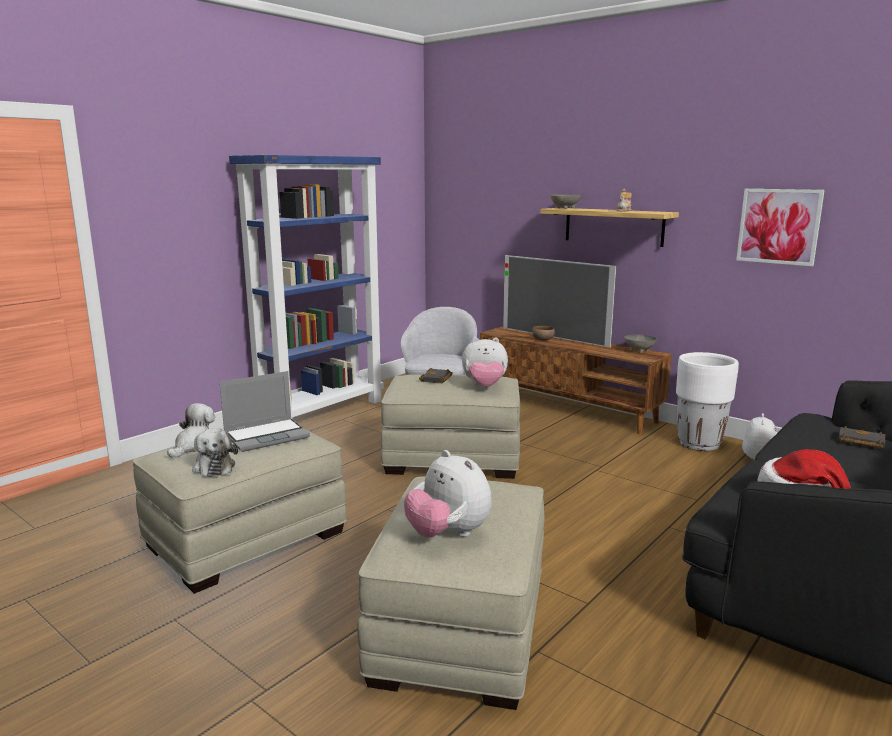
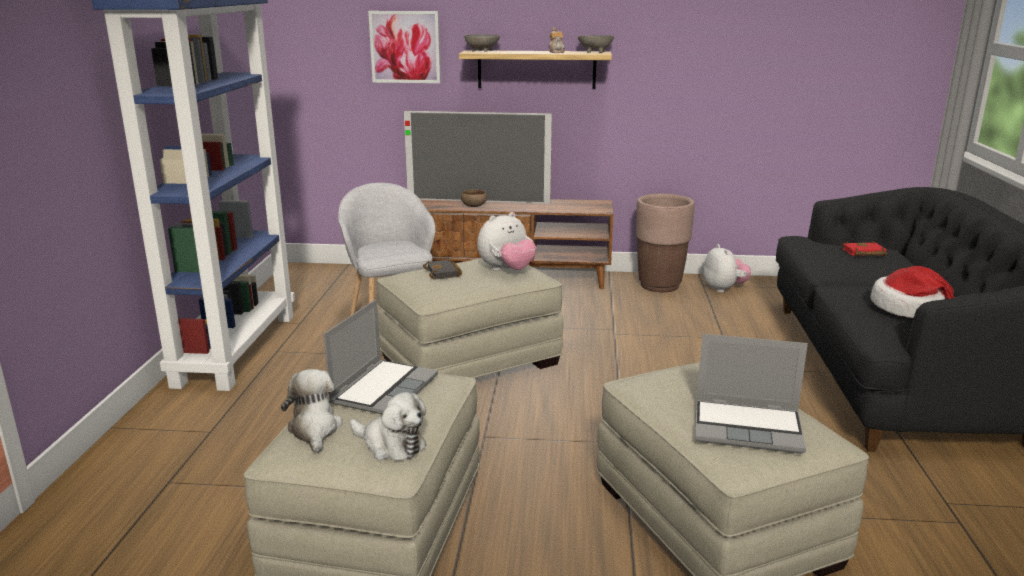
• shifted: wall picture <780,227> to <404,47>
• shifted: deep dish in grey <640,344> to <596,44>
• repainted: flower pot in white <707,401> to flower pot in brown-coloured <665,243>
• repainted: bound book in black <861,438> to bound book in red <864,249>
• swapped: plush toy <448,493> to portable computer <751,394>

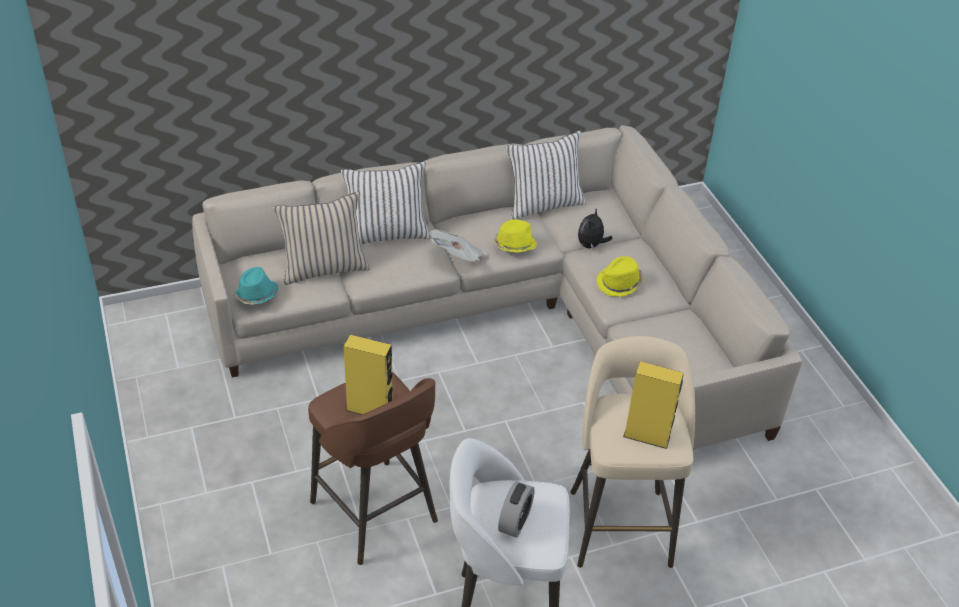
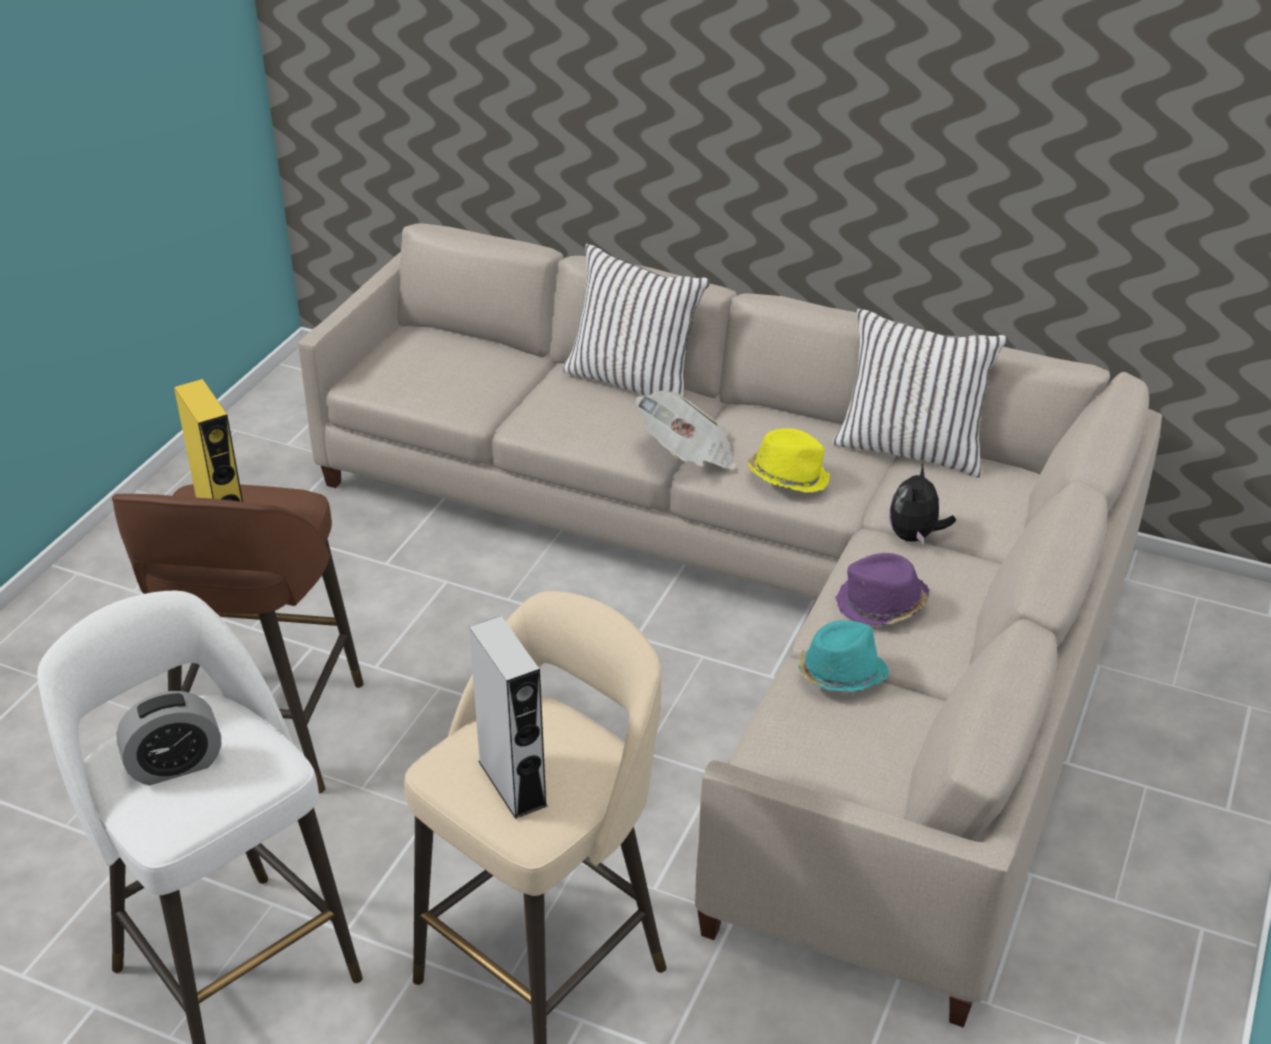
• gone: throw pillow in beige-coloured <321,238>
• rotated: plush toy <595,229> = <922,504> 45 degrees counterclockwise
• repainted: hat in yellowish <619,276> to hat in purple-coloured <882,589>
• shifted: hat in blue-green <256,286> to <844,656>
• repainted: audio speaker in yellowish <653,405> to audio speaker in grey <508,717>

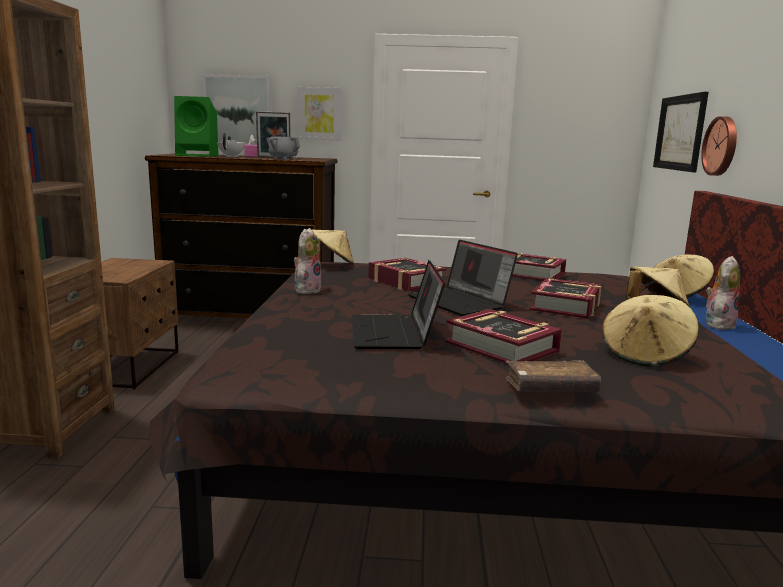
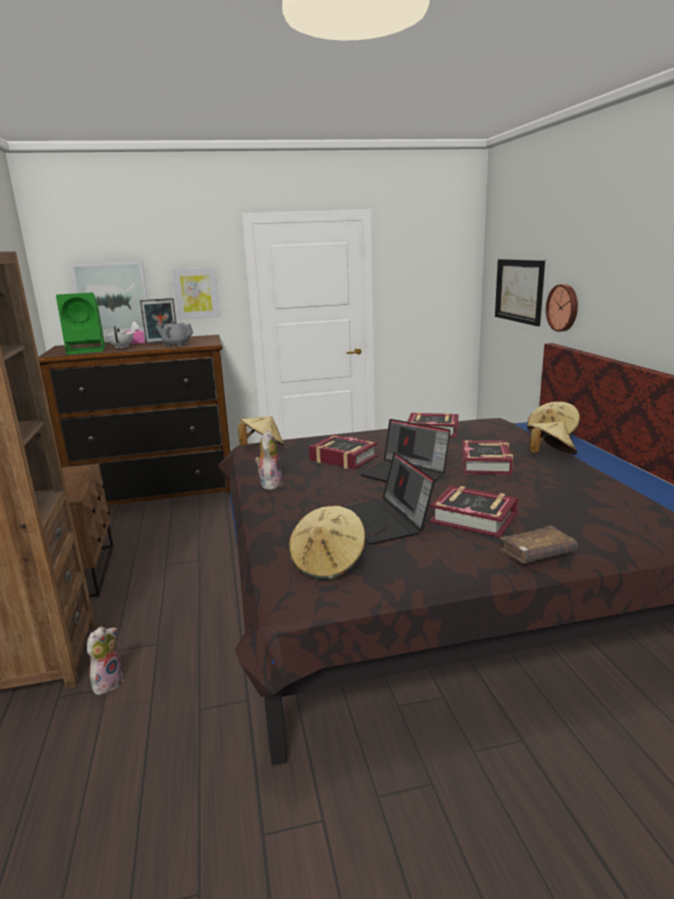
• shifted: plush toy <723,293> to <105,660>
• shifted: hat in beige-coloured <650,331> to <327,542>

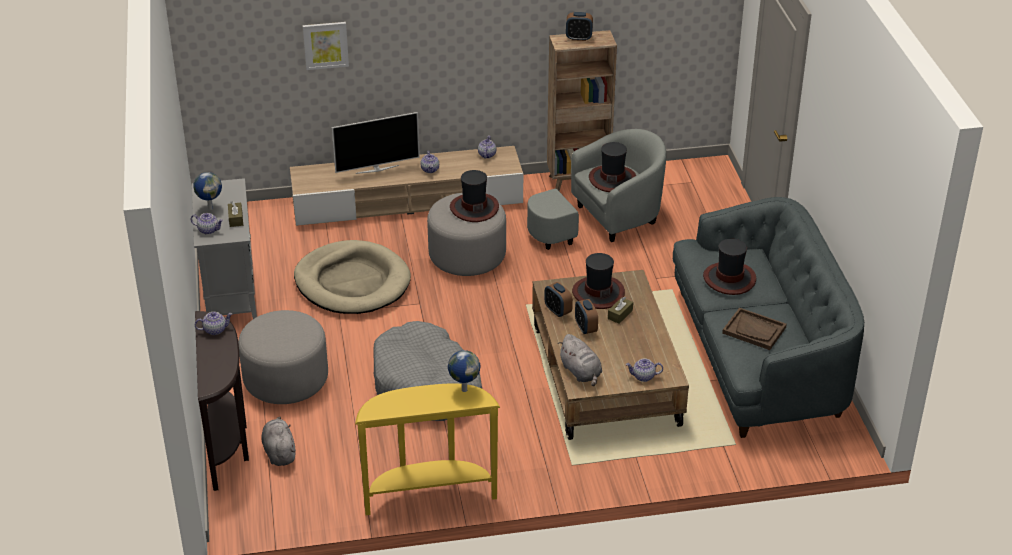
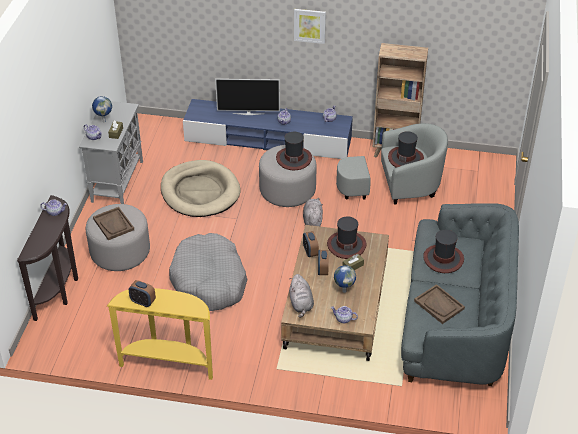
• shifted: alarm clock <579,26> to <142,293>
• shifted: wall picture <326,46> to <310,26>
• repainted: tv stand in beige-coloured <406,186> to tv stand in blue <268,129>
• shifted: desk globe <464,371> to <345,279>
• shifted: plush toy in grey <278,441> to <313,212>
• new: tray in brown-coloured <113,223>

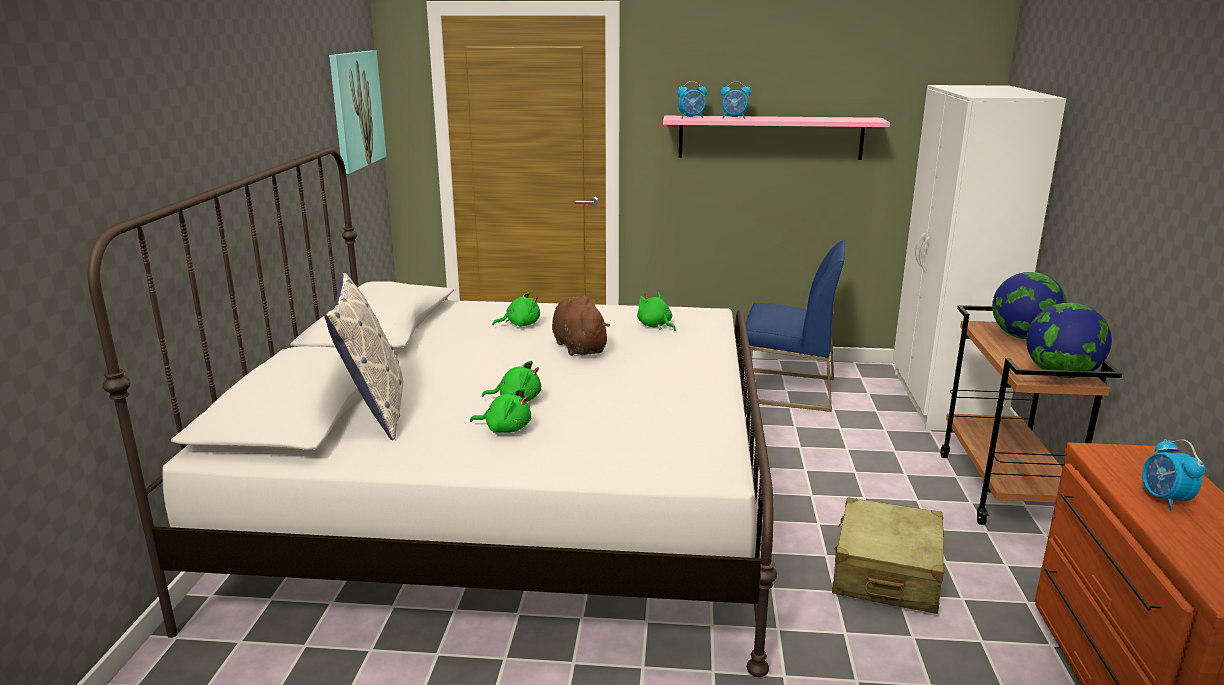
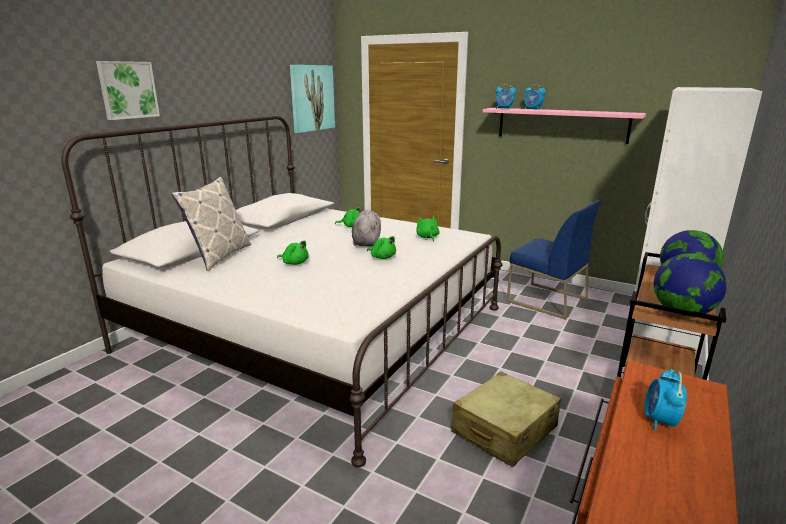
• repainted: plush toy in brown-coloured <581,326> to plush toy in grey <366,228>
• shifted: plush toy in greenish <500,410> to <381,247>
• new: wall picture <128,90>

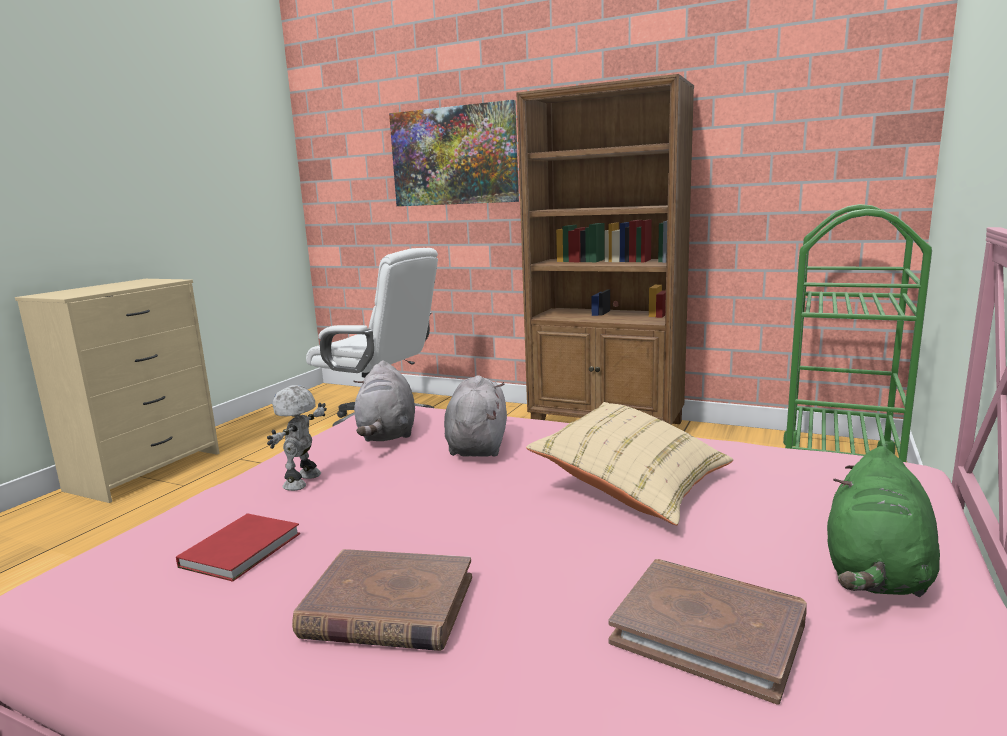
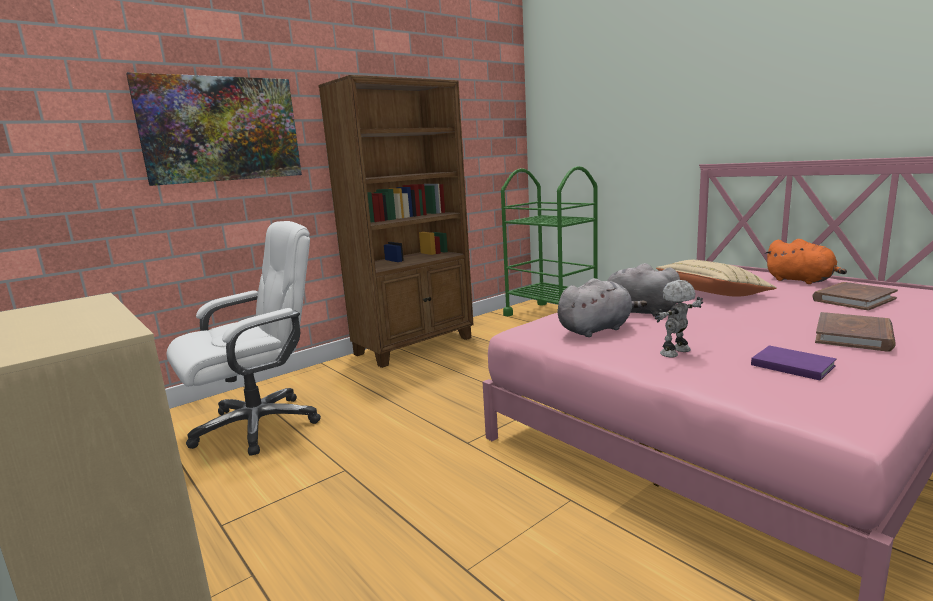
• rotated: plush toy in grey <384,401> = <602,307> 45 degrees counterclockwise
• rotated: toy robot <297,438> = <679,319> 105 degrees clockwise
• repainted: plush toy in greenish <883,521> to plush toy in orange <805,261>
• repainted: bound book in red <238,547> to bound book in purple-coloured <793,363>

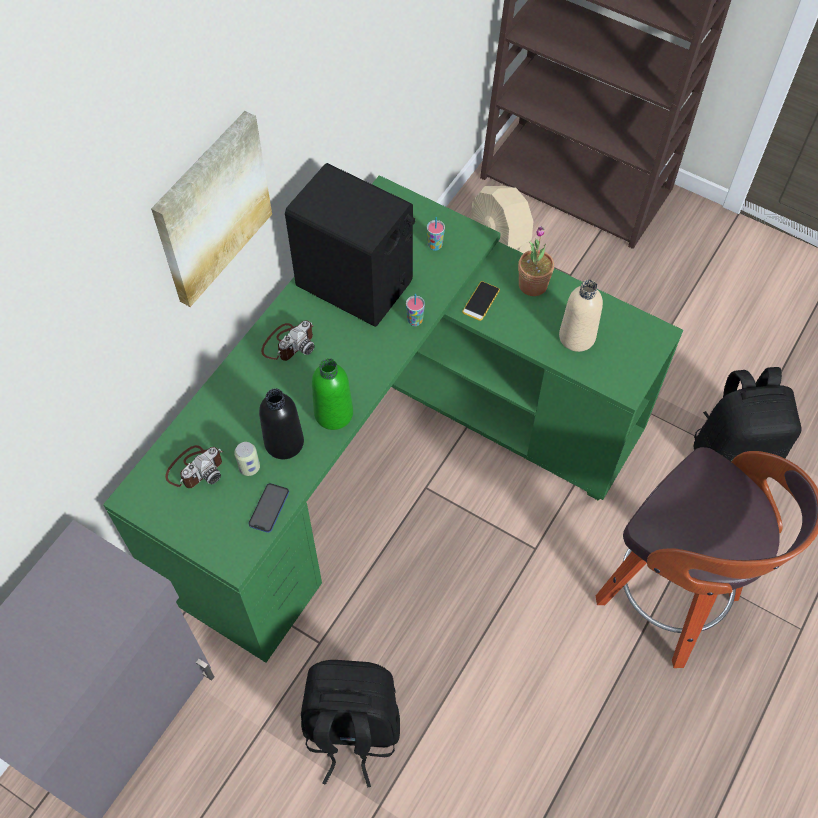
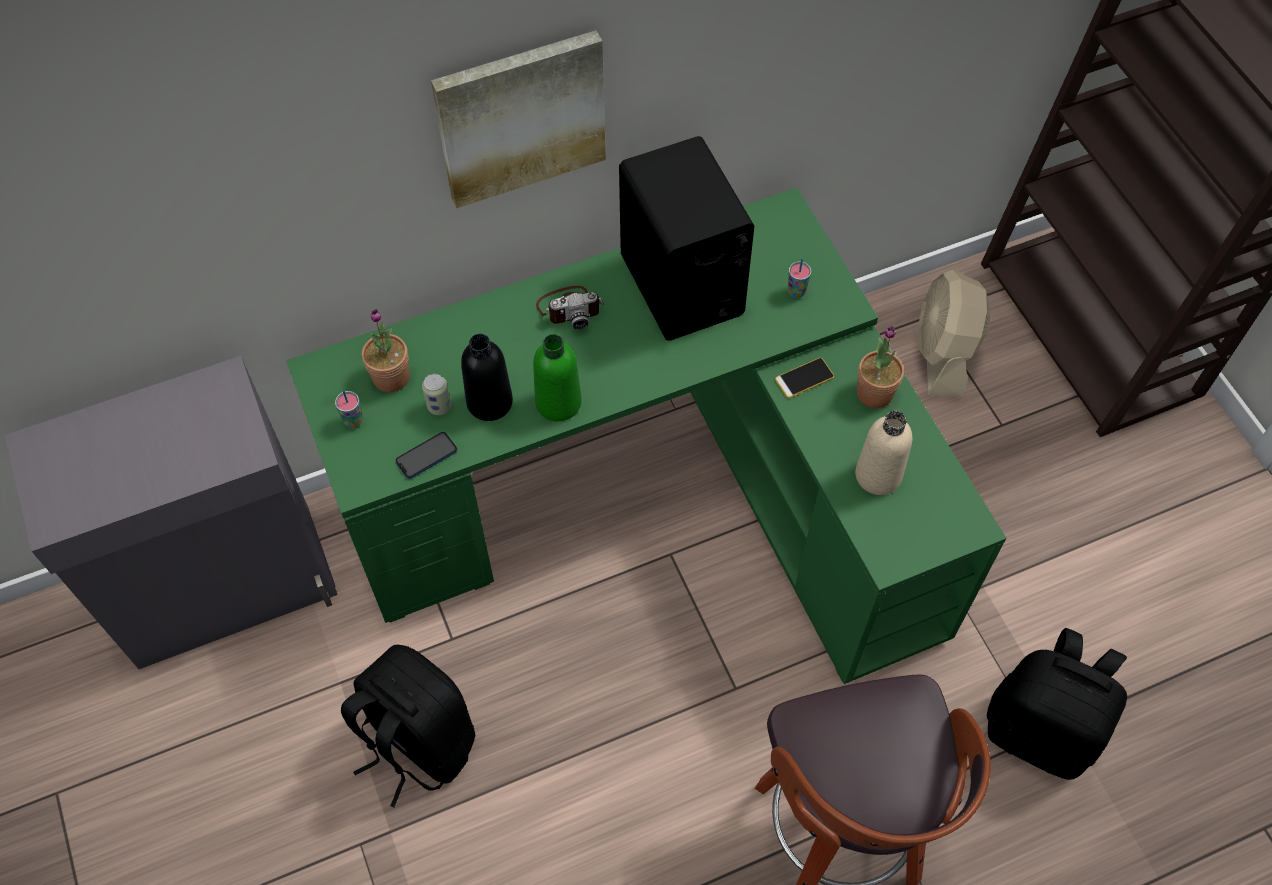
• shifted: cup <415,309> to <349,409>
• swapped: photo camera <194,466> to houseplant <386,350>

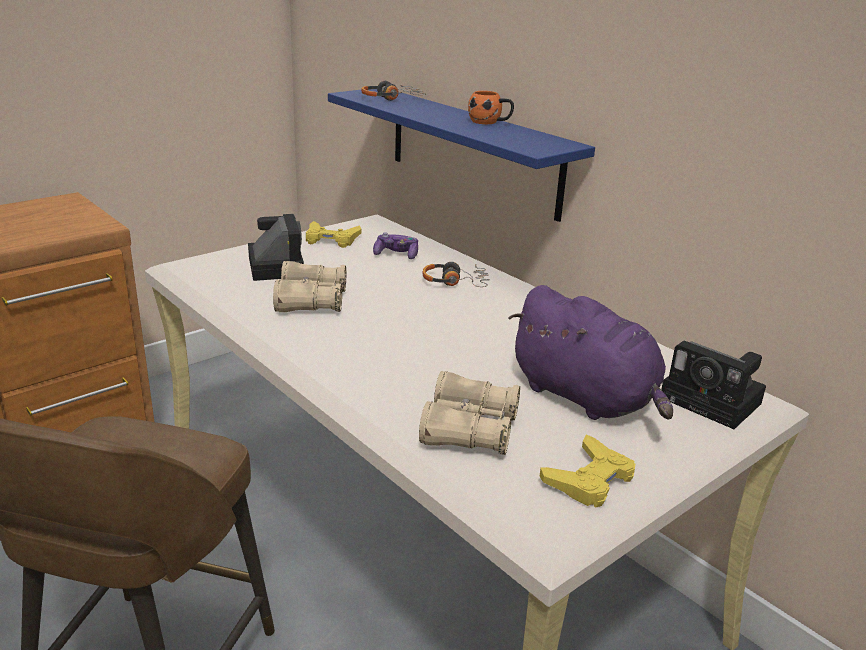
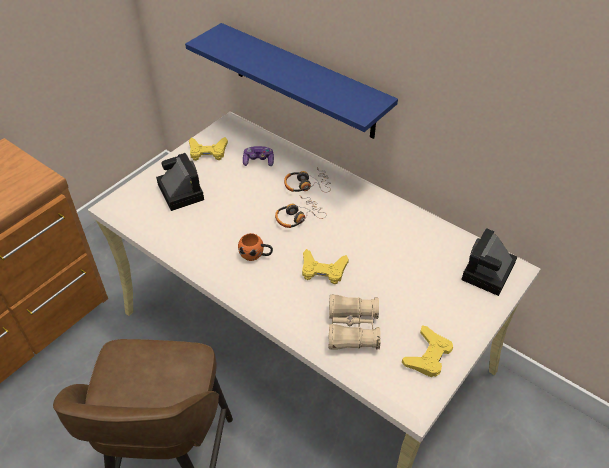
• shifted: headphones <393,91> to <301,212>
• shifted: mug in orange <491,107> to <255,247>
• gone: binoculars in beige-coloured <309,286>
• gone: plush toy in purple-coloured <590,352>
• rotated: photo camera <713,385> = <489,262> 90 degrees clockwise
• new: game controller in yellowish <325,266>

